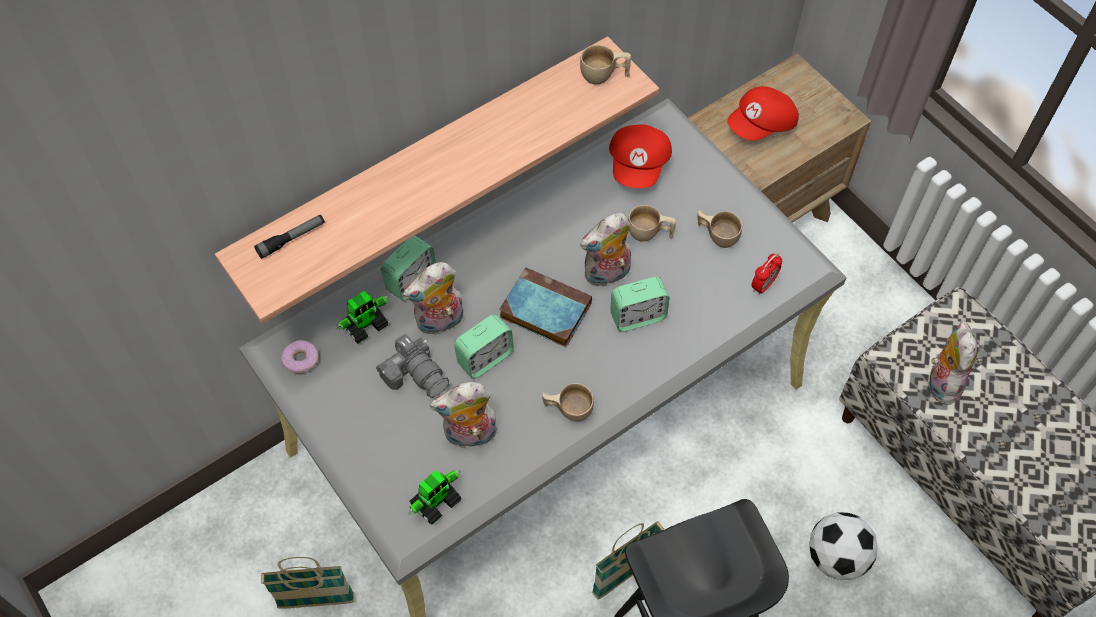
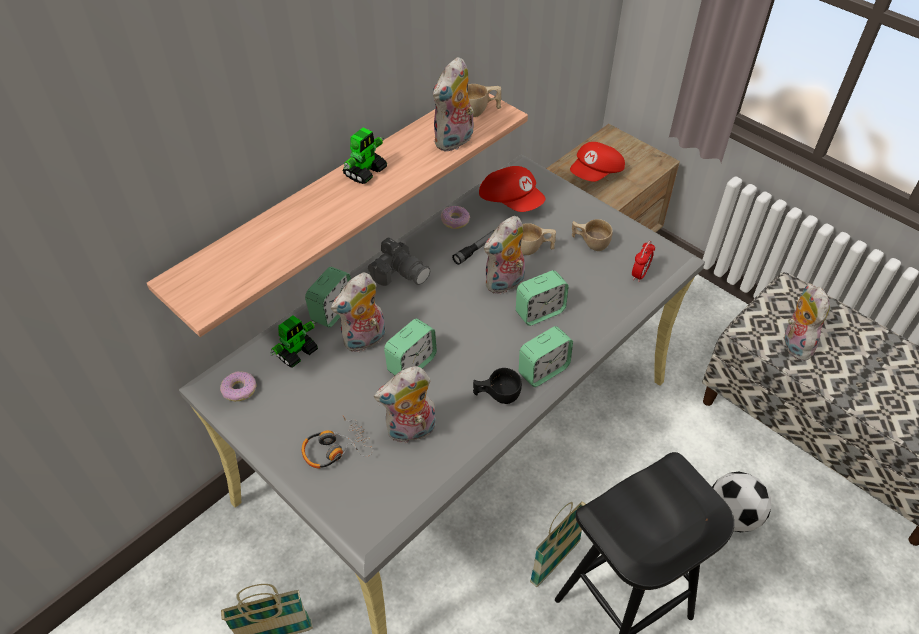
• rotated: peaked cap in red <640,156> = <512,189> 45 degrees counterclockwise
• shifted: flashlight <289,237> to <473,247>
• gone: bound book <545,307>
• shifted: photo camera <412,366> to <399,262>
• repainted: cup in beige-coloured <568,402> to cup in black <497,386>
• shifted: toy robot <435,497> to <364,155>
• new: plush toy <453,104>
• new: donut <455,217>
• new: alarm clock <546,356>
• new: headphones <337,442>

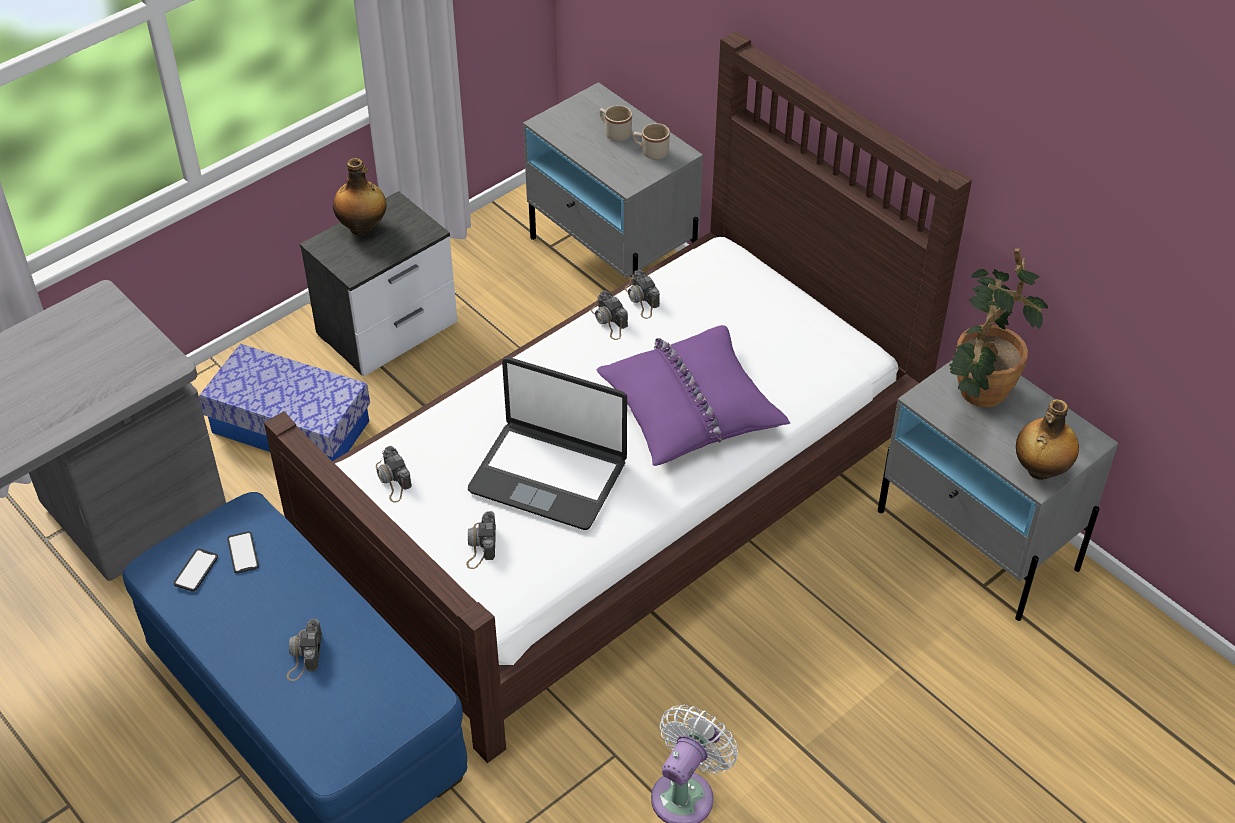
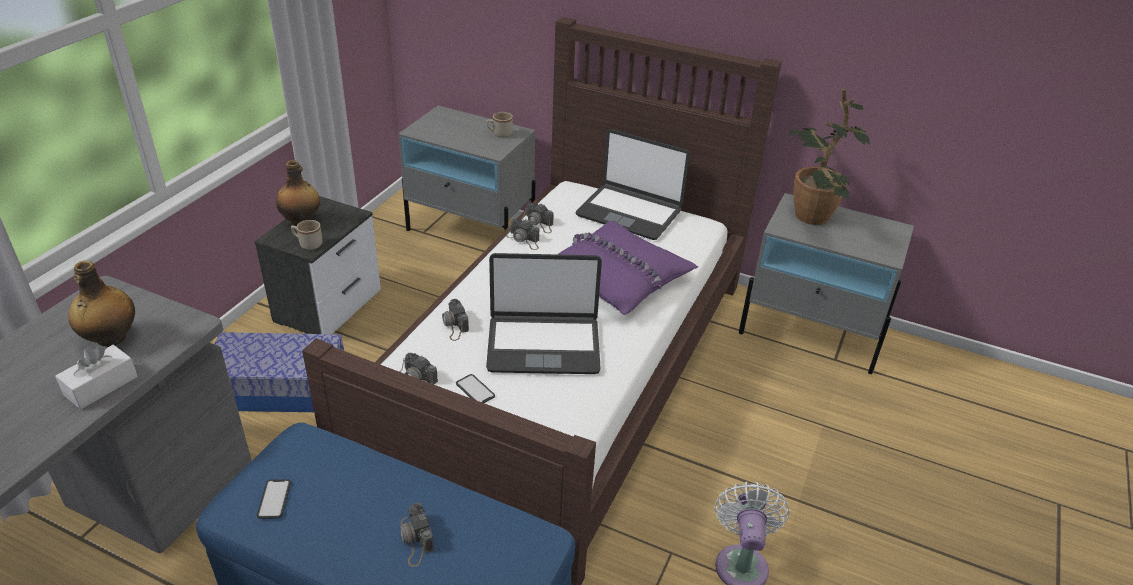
• shifted: mug in beige-coloured <616,123> to <307,235>
• shifted: drink bottle <1047,439> to <101,304>
• shifted: photo camera <481,540> to <455,320>
• shifted: telephone <243,552> to <475,388>
• new: portable computer <633,184>
• new: tissue holder in white <96,377>

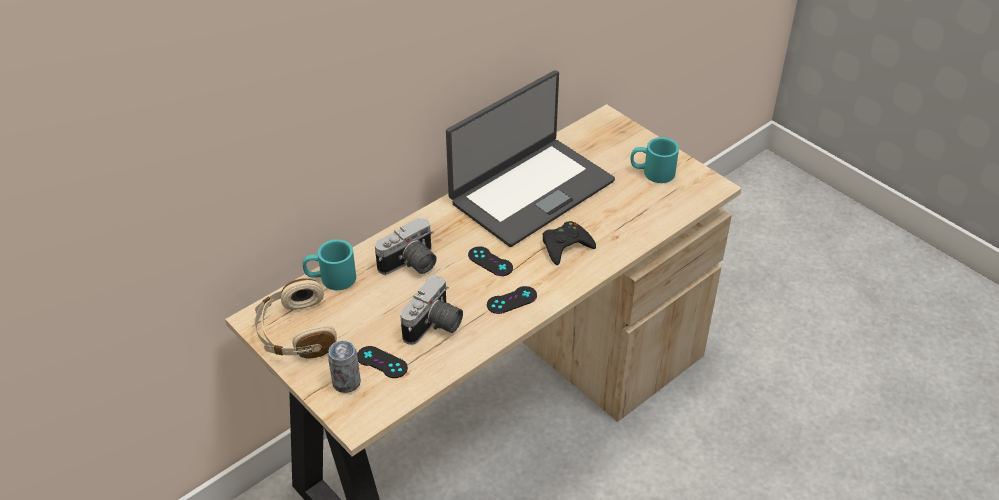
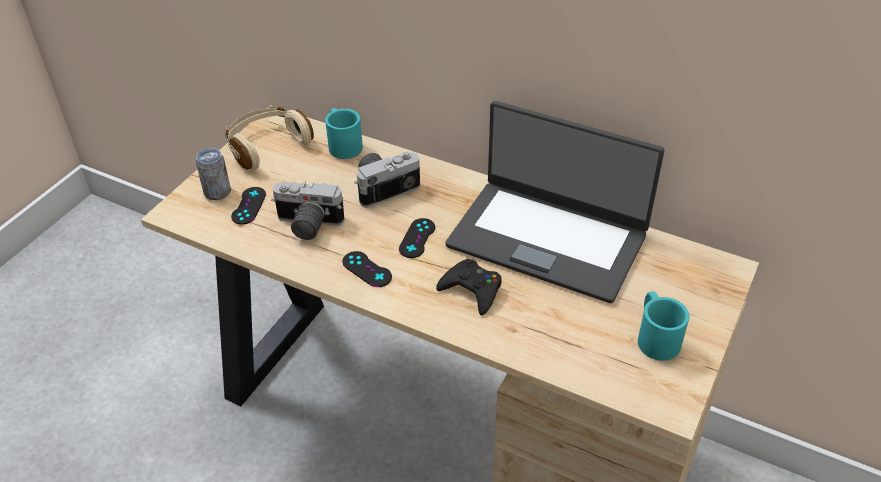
• rotated: photo camera <406,246> = <387,180> 120 degrees clockwise

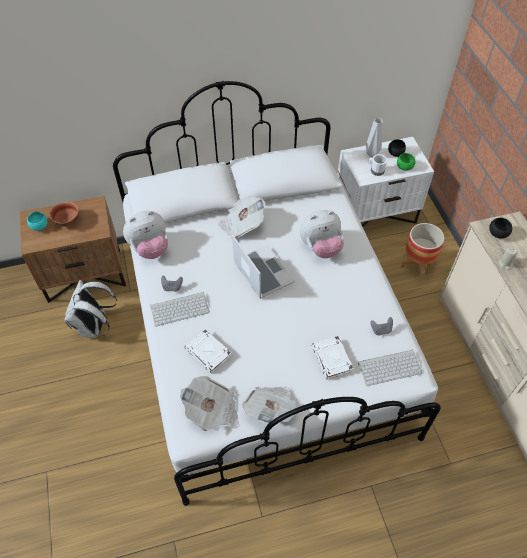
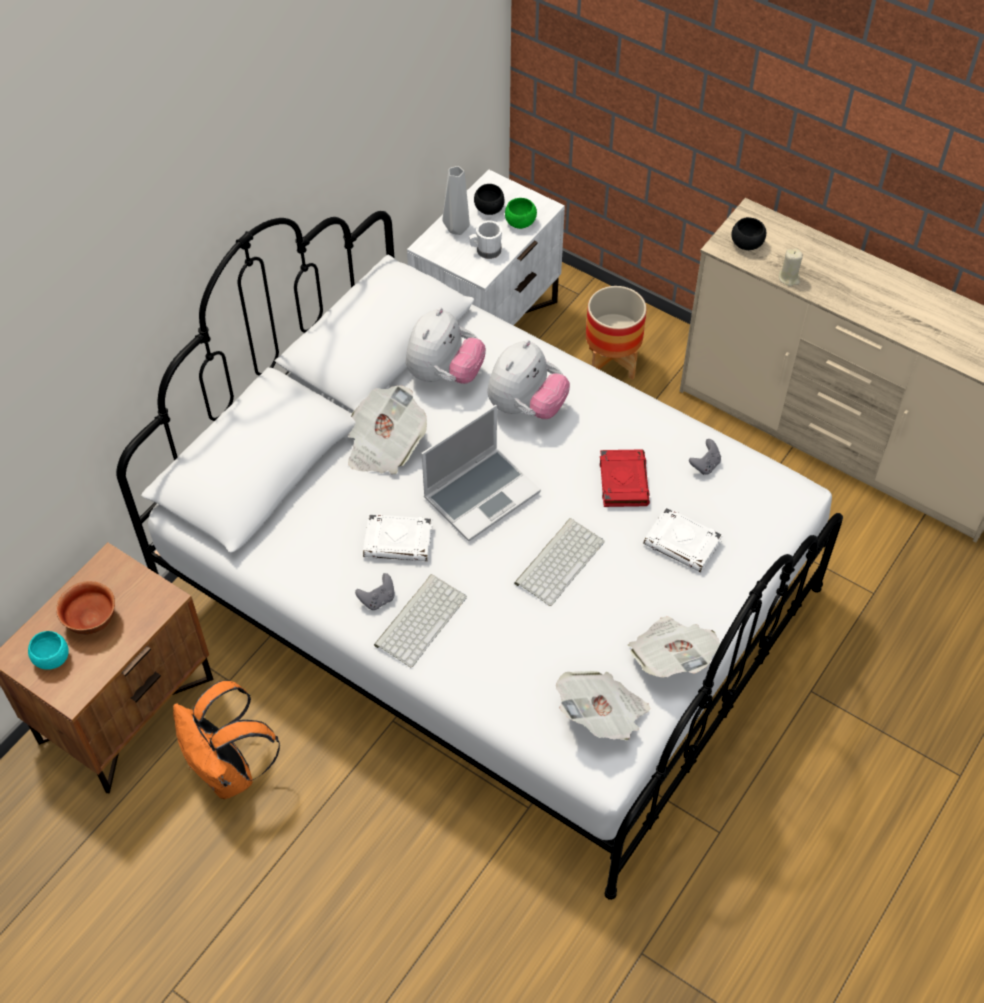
• shifted: plush toy <145,235> to <446,345>
• rotated: portable computer <263,267> = <481,473> 120 degrees clockwise
• repainted: knapsack in white <91,309> to knapsack in orange <226,740>
• shifted: bound book in white <208,351> to <398,538>
• shifted: PC keyboard <390,367> to <559,562>
• new: bound book in red <625,478>

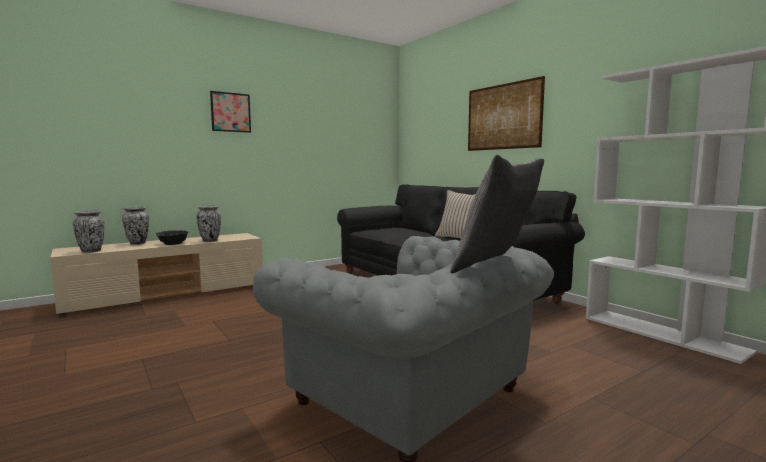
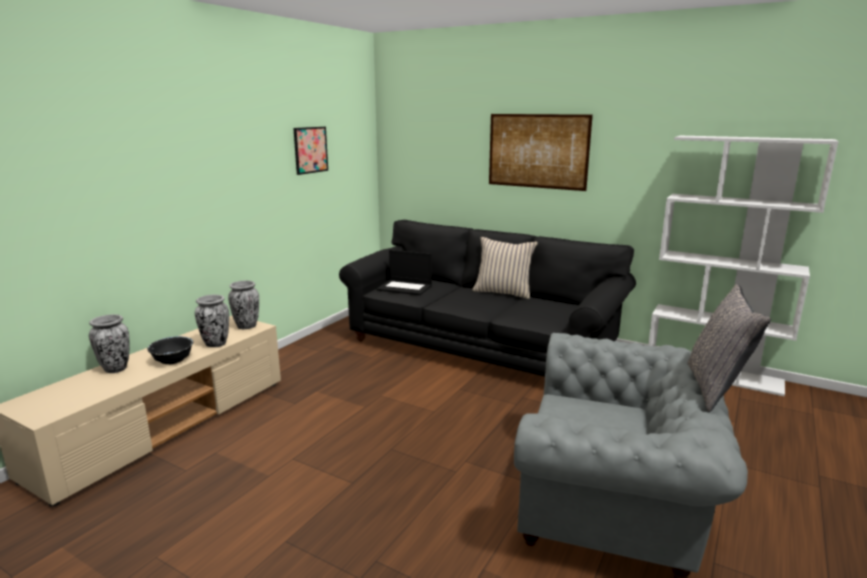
• shifted: wall picture <230,112> to <310,151>
• shifted: flower vase <89,231> to <243,304>
• new: portable computer <404,272>

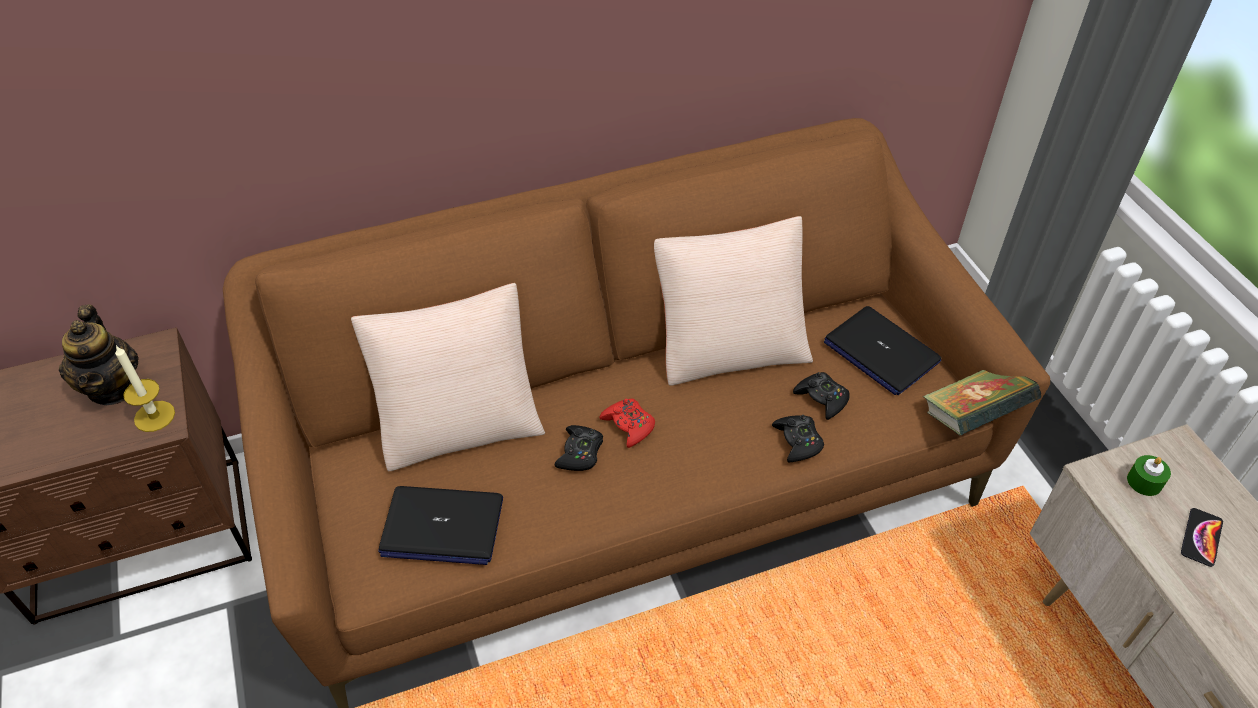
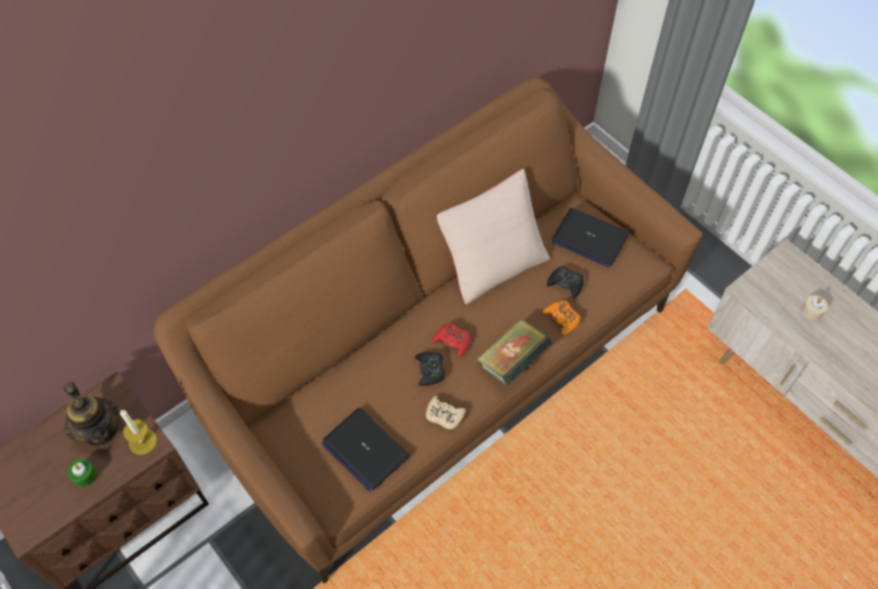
• gone: throw pillow in beige-coloured <448,377>
• shifted: bound book <982,402> to <515,352>
• repainted: game controller in black <798,438> to game controller in orange <561,318>
• shifted: candle in greenish <1149,475> to <82,473>
• rotated: portable computer <440,525> = <366,450> 60 degrees clockwise
• swapped: telephone <1202,537> to candle in beige-coloured <814,308>
• new: game controller in beige-coloured <446,412>

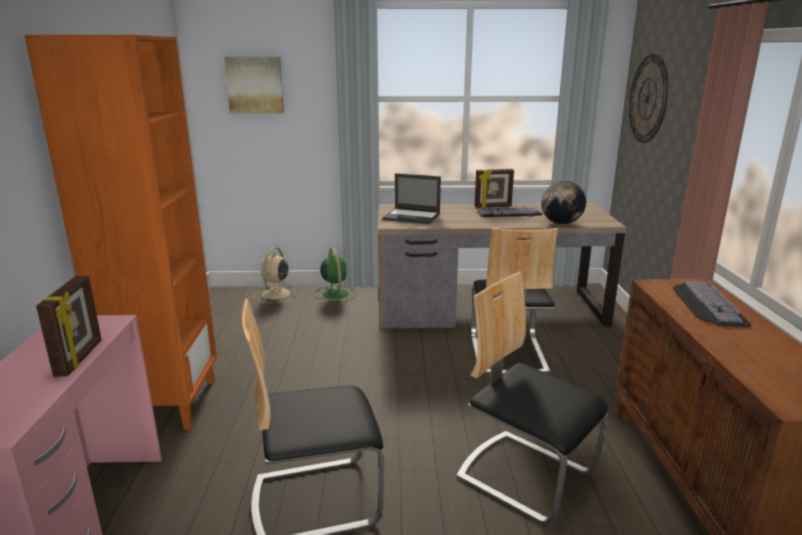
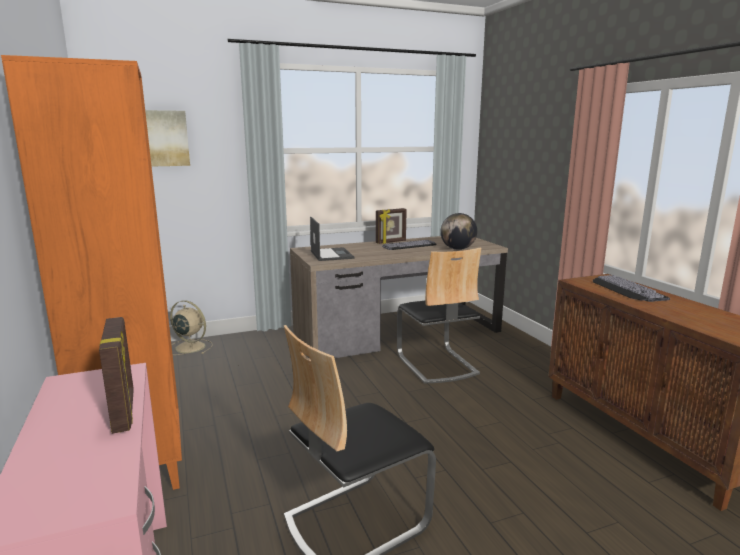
• gone: clock on the wall <648,98>
• rotated: portable computer <412,198> = <332,239> 105 degrees counterclockwise
• rotated: electric fan in beige-coloured <275,275> = <191,327> 120 degrees clockwise
• gone: electric fan in greenish <335,276>
• gone: upright chair <532,398>

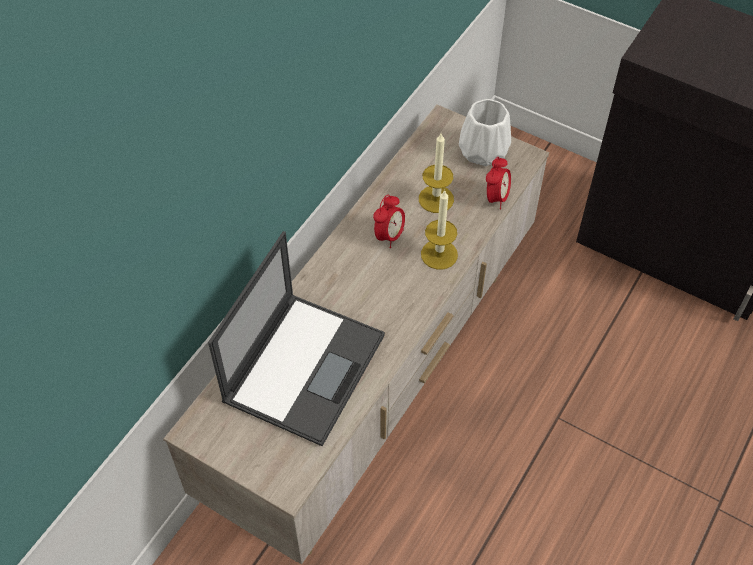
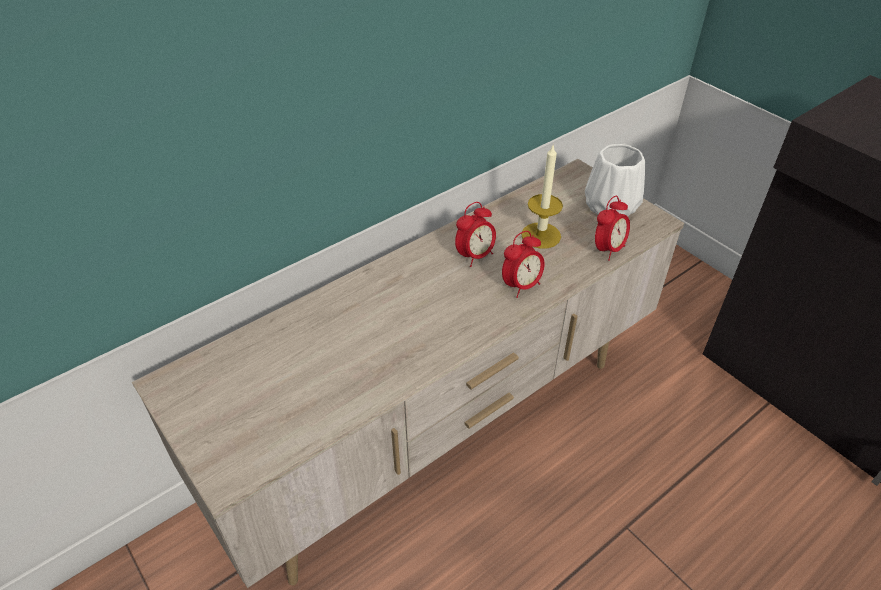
• swapped: candle <439,229> to alarm clock <523,264>
• gone: portable computer <296,338>

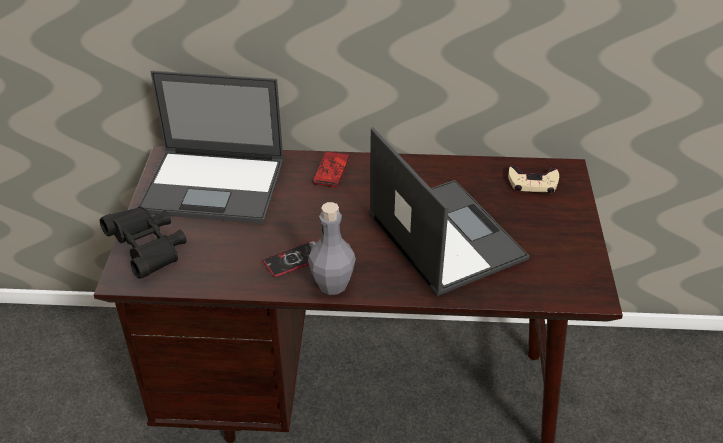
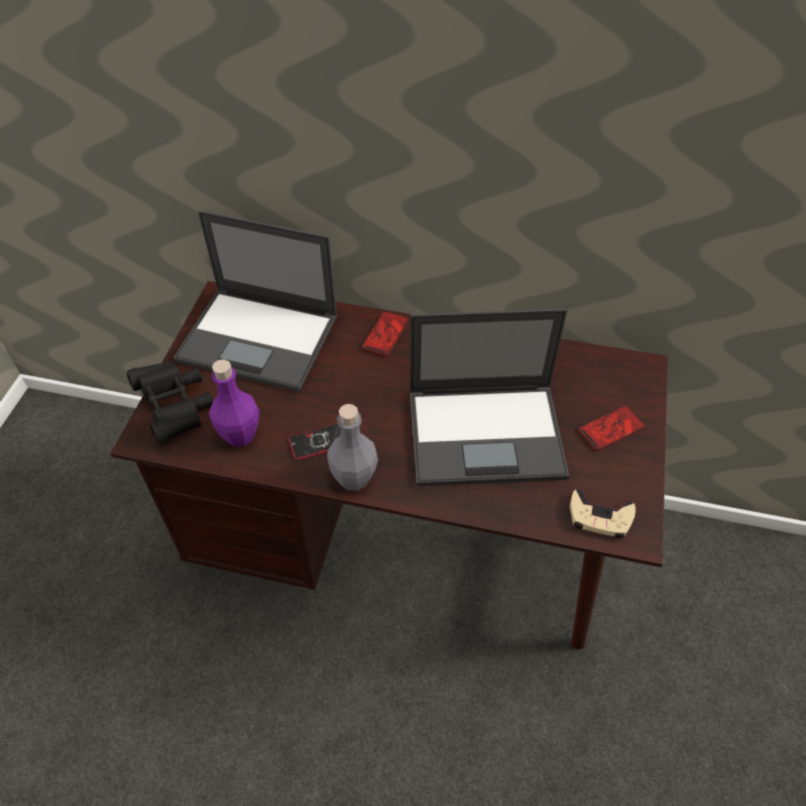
• rotated: portable computer <449,212> = <489,397> 105 degrees clockwise
• shifted: game controller in beige-coloured <533,179> to <602,514>
• new: drink bottle in purple-coloured <234,403>
• new: telephone <611,428>

